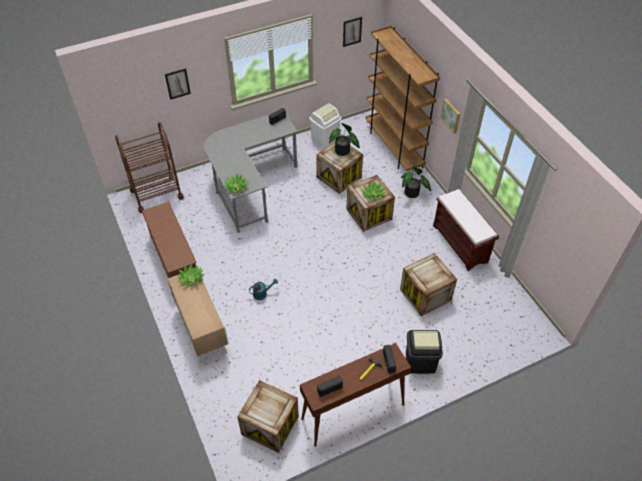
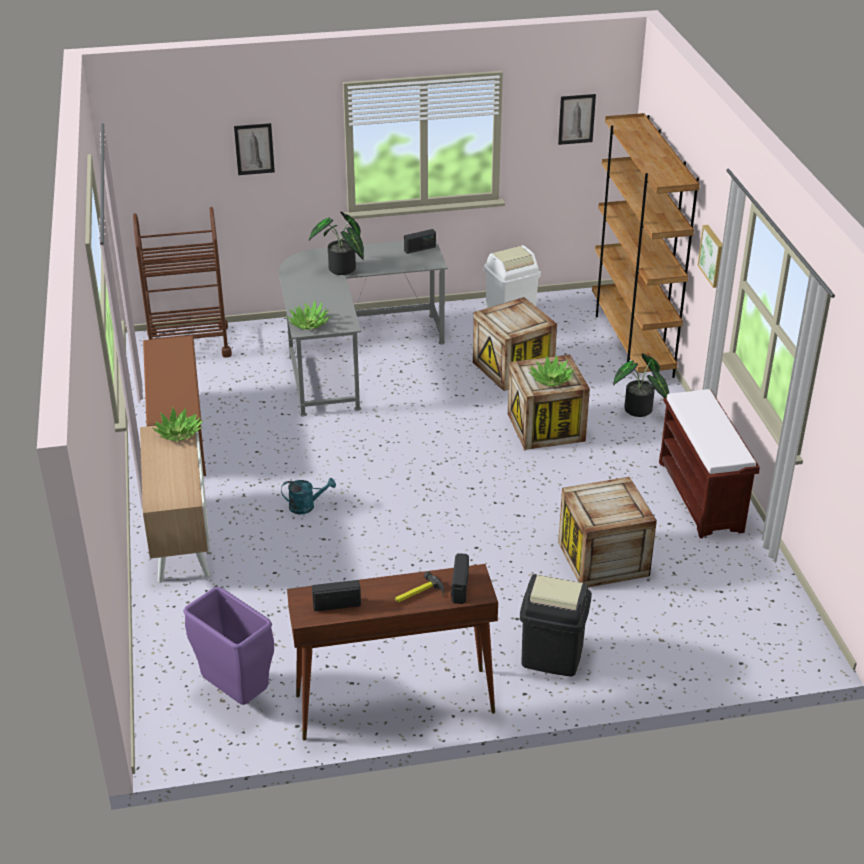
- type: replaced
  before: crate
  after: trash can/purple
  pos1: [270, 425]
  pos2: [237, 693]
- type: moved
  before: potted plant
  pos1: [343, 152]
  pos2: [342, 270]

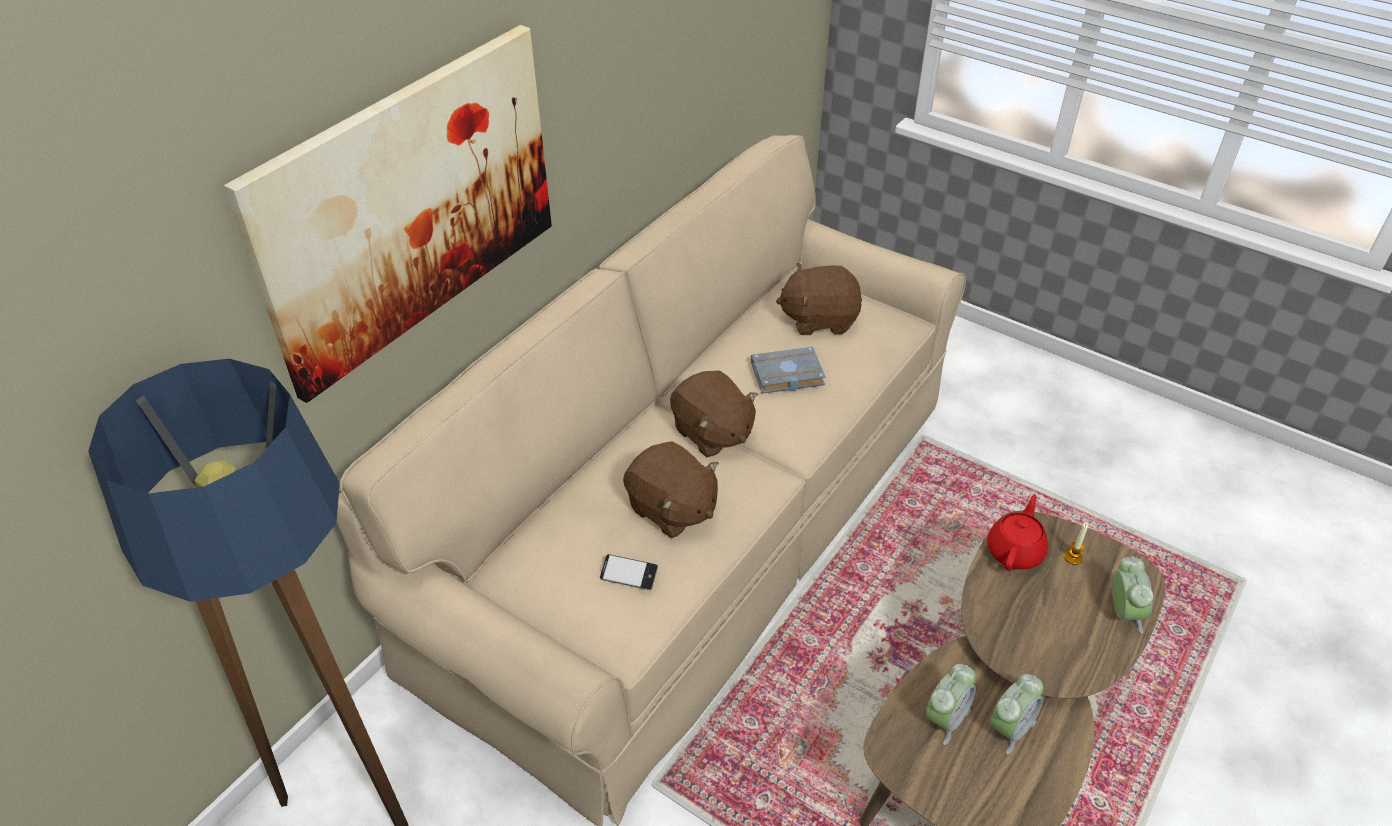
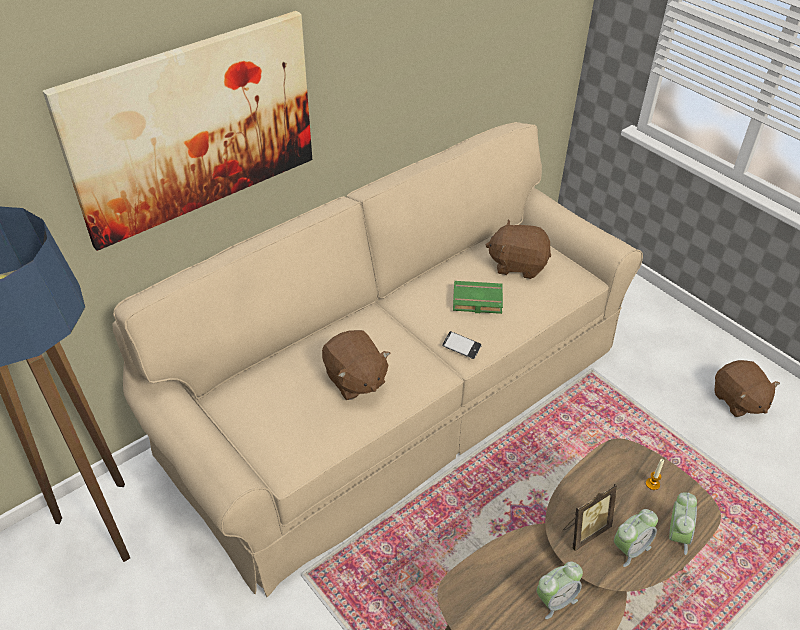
- type: moved
  before: phone
  pos1: [629, 575]
  pos2: [461, 347]
- type: recoloured
  before: book/grey
  after: book/green
  pos1: [786, 376]
  pos2: [476, 301]
- type: added
  after: picture frame
  pos2: [584, 531]
- type: moved
  before: alarm clock
  pos1: [945, 719]
  pos2: [630, 549]
- type: moved
  before: plush toy/brown
  pos1: [712, 433]
  pos2: [738, 401]
- type: removed
  before: teapot/red
  pos1: [1015, 551]

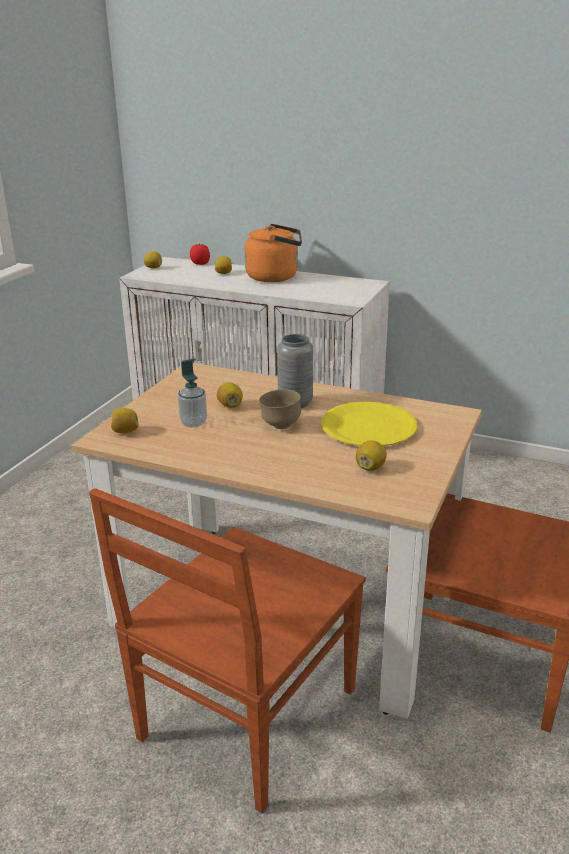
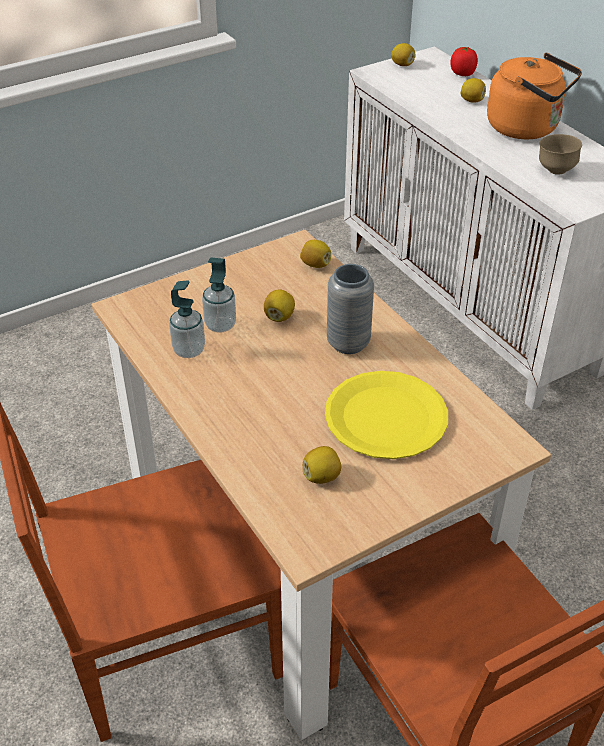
- type: added
  after: soap dispenser
  pos2: [189, 350]
- type: moved
  before: lemon
  pos1: [125, 432]
  pos2: [315, 264]
- type: moved
  before: bowl/brown
  pos1: [280, 426]
  pos2: [555, 170]

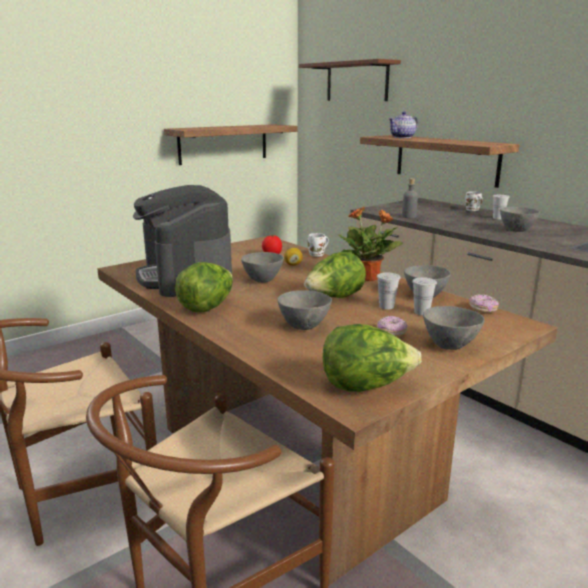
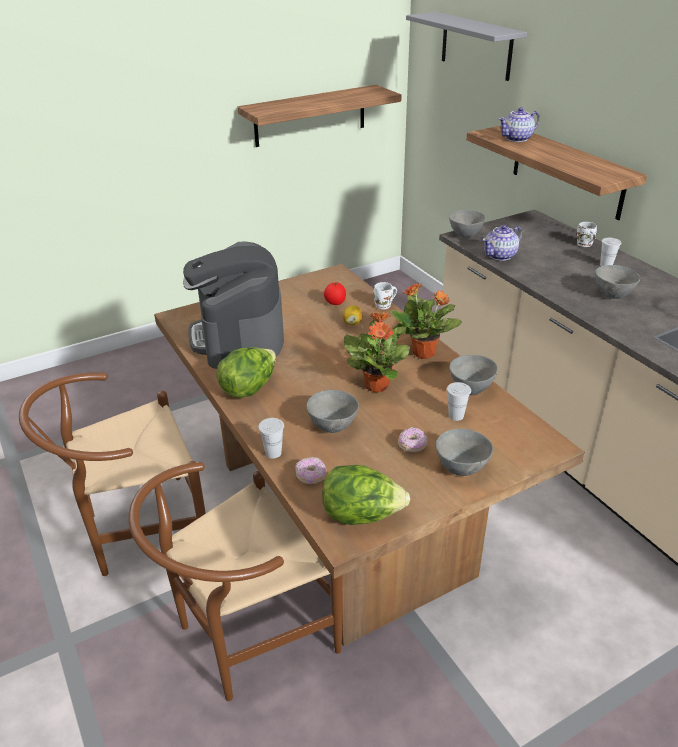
- type: moved
  before: cup/white
  pos1: [386, 306]
  pos2: [273, 453]
- type: moved
  before: donut
  pos1: [483, 310]
  pos2: [311, 476]
- type: replaced
  before: lettuce
  after: potted plant
  pos1: [334, 298]
  pos2: [376, 385]
- type: recoloured
  before: shelf/brown
  after: shelf/grey
  pos1: [356, 82]
  pos2: [476, 46]
- type: moved
  before: bowl/grey
  pos1: [263, 280]
  pos2: [465, 236]
- type: replaced
  before: bottle/grey
  after: teapot
  pos1: [409, 216]
  pos2: [500, 255]

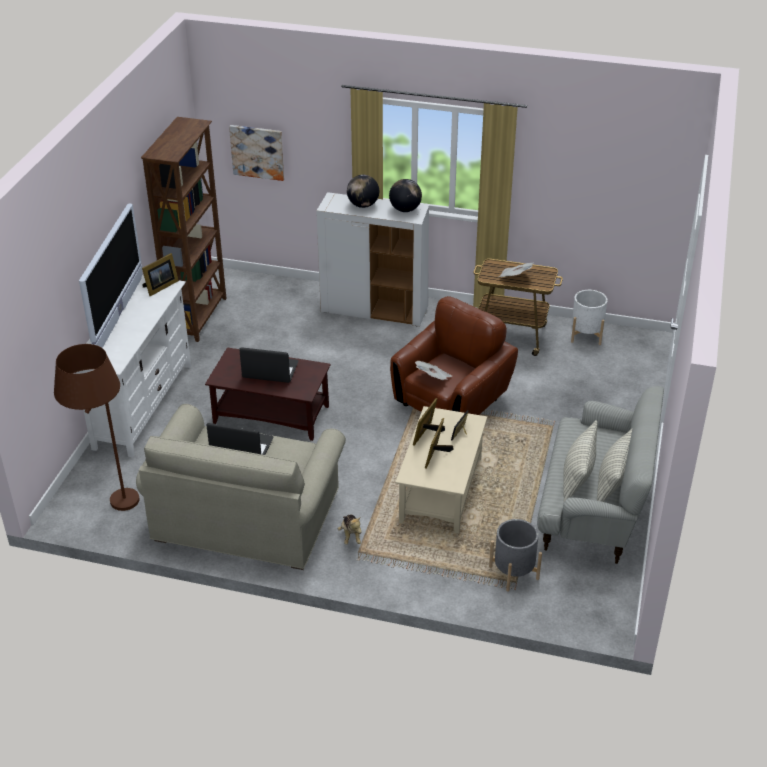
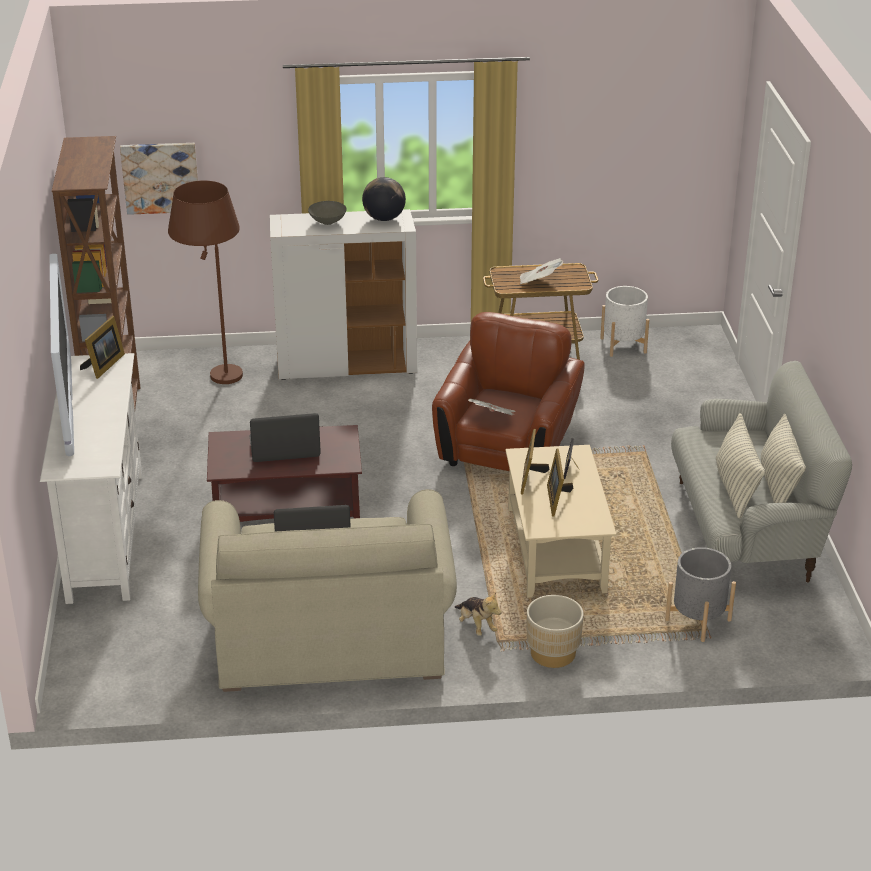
- type: moved
  before: floor lamp/brown
  pos1: [111, 508]
  pos2: [217, 384]
- type: replaced
  before: globe
  after: bowl/grey
  pos1: [363, 205]
  pos2: [327, 222]
- type: added
  after: planter/beige
  pos2: [552, 653]

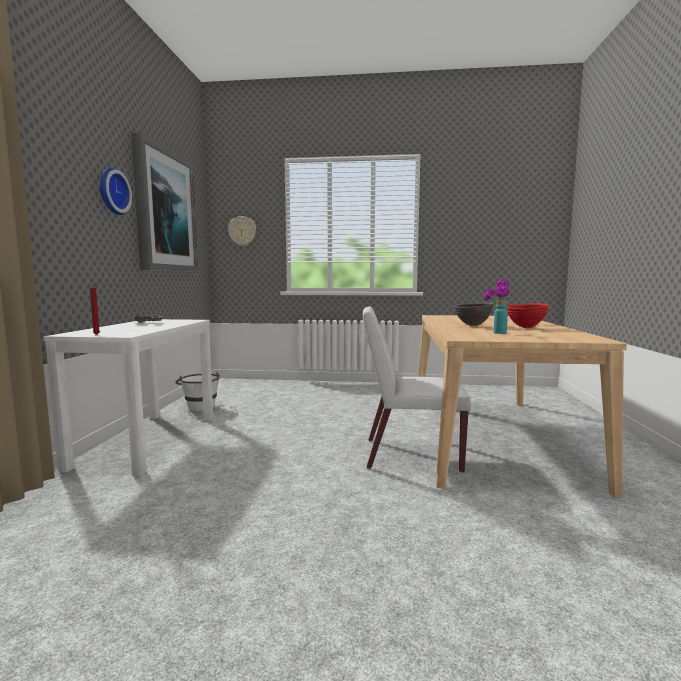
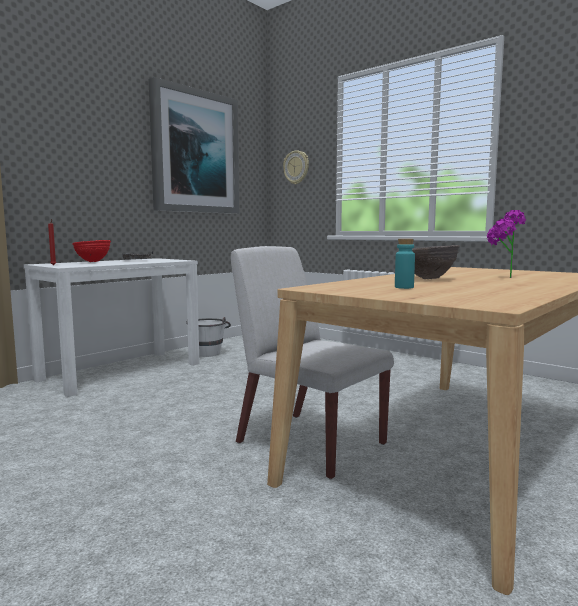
- type: moved
  before: bowl/red
  pos1: [525, 327]
  pos2: [93, 262]
- type: removed
  before: wall clock
  pos1: [112, 191]

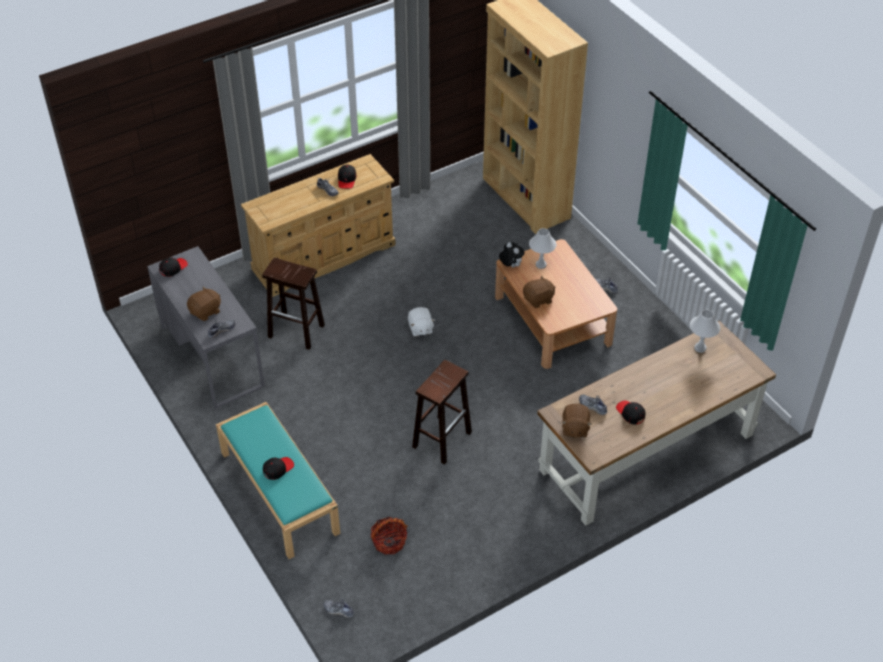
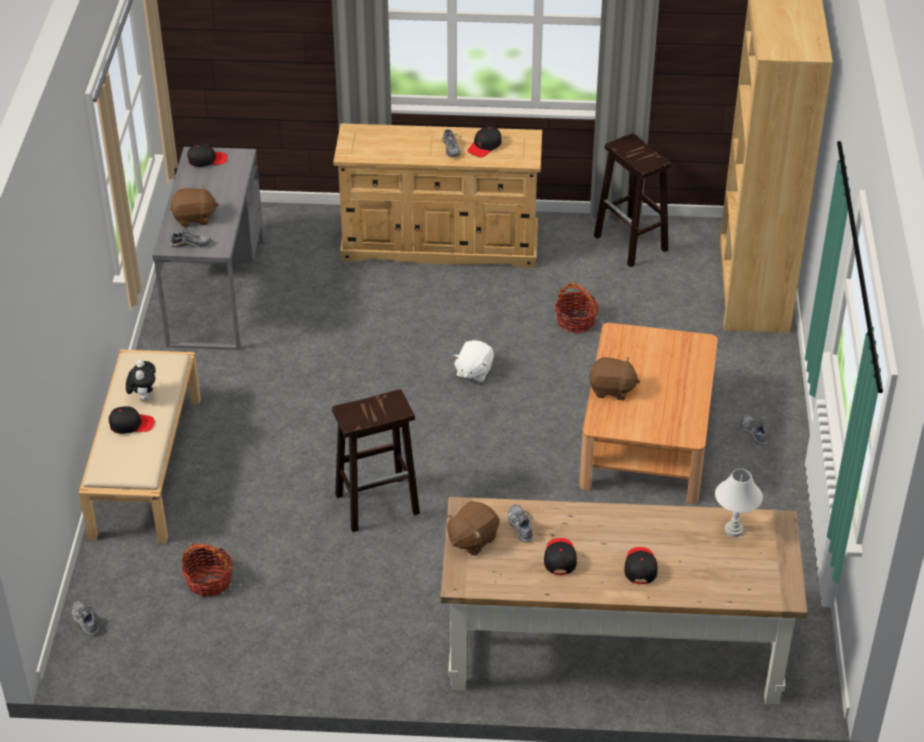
- type: recoloured
  before: bench/turquoise
  after: bench/beige
  pos1: [278, 492]
  pos2: [145, 465]
- type: moved
  before: plush toy
  pos1: [510, 265]
  pos2: [143, 397]
- type: added
  after: basket
  pos2: [576, 321]
- type: moved
  before: stool/brown
  pos1: [297, 331]
  pos2: [631, 244]
- type: added
  after: cap/black
  pos2: [640, 567]
- type: removed
  before: table lamp/white
  pos1: [541, 265]

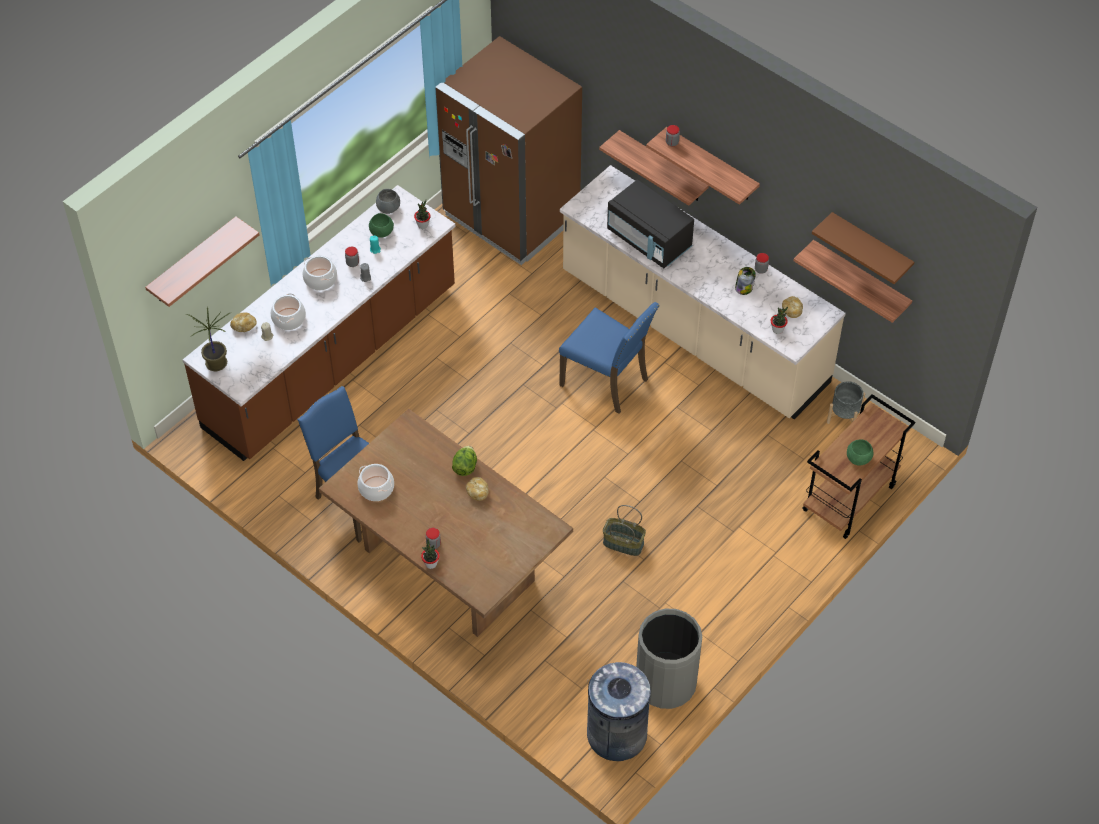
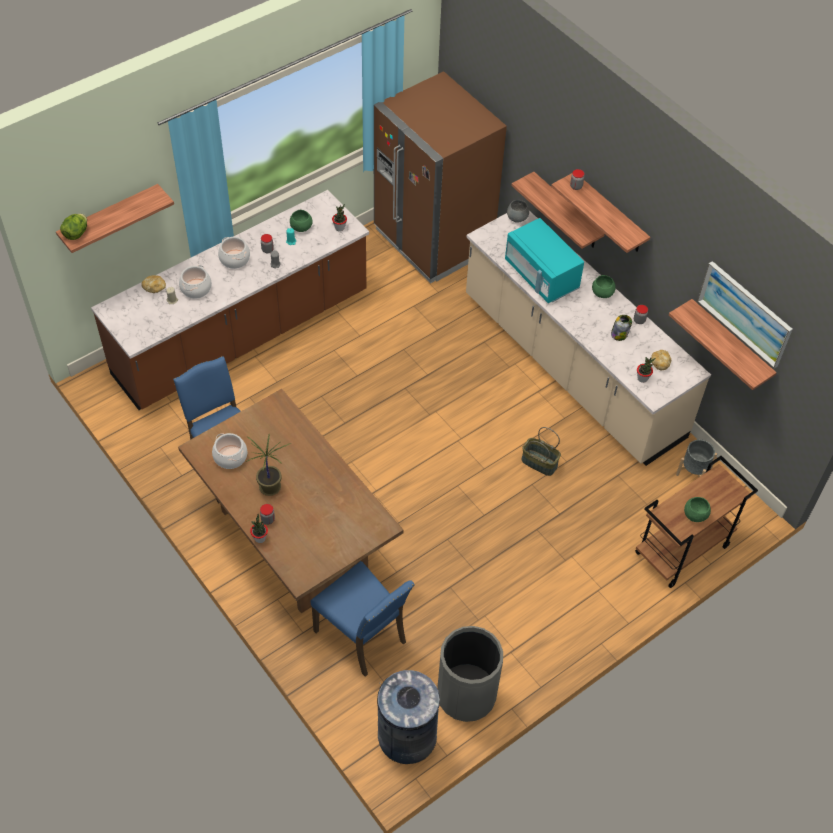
- type: moved
  before: lettuce
  pos1: [465, 467]
  pos2: [76, 234]
- type: moved
  before: potted plant
  pos1: [216, 363]
  pos2: [269, 487]
- type: moved
  before: chair/blue
  pos1: [606, 381]
  pos2: [363, 636]
- type: recoloured
  before: microwave/black
  after: microwave/turquoise
  pos1: [649, 240]
  pos2: [541, 276]
- type: moved
  before: bowl/grey
  pos1: [389, 208]
  pos2: [517, 218]
- type: moved
  before: basket
  pos1: [622, 544]
  pos2: [538, 463]
- type: added
  after: bowl/green
  pos2: [602, 293]
- type: replaced
  before: shelf/brown
  after: picture
  pos1: [870, 247]
  pos2: [745, 313]
- type: removed
  before: bread
  pos1: [477, 492]

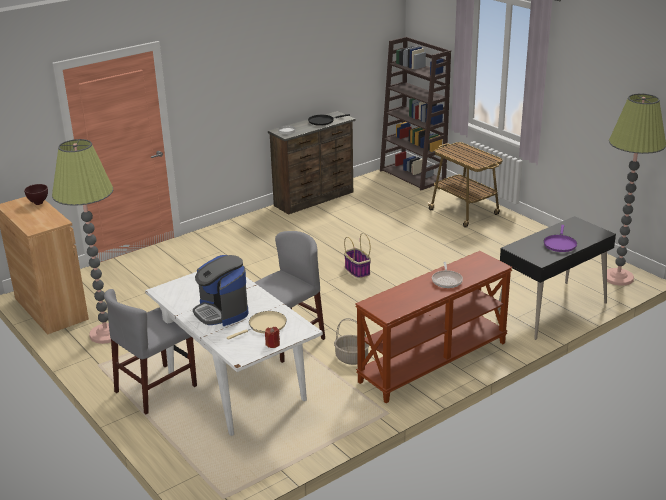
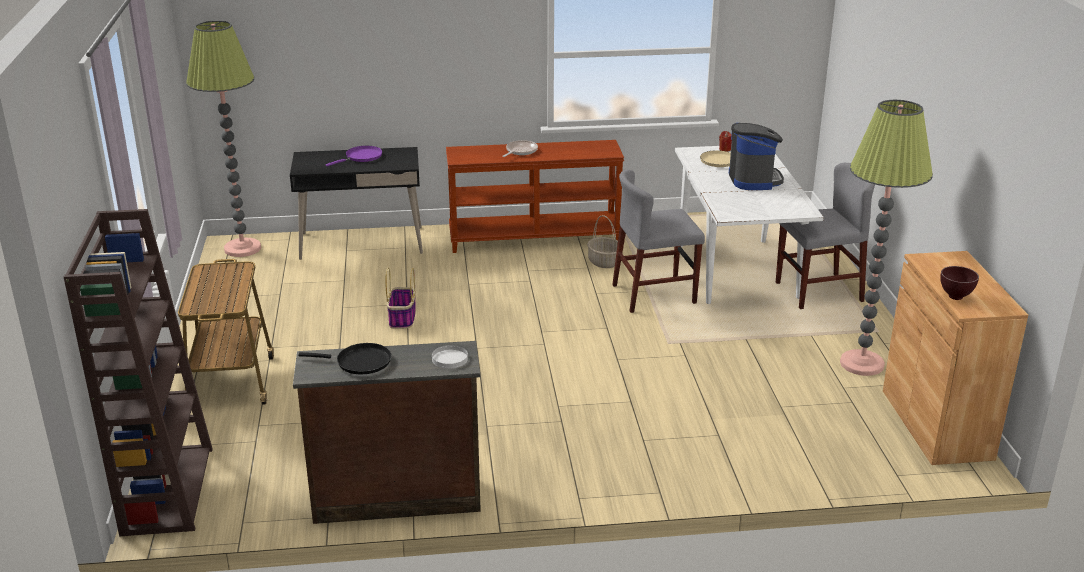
- type: moved
  before: basket
  pos1: [357, 270]
  pos2: [402, 319]

